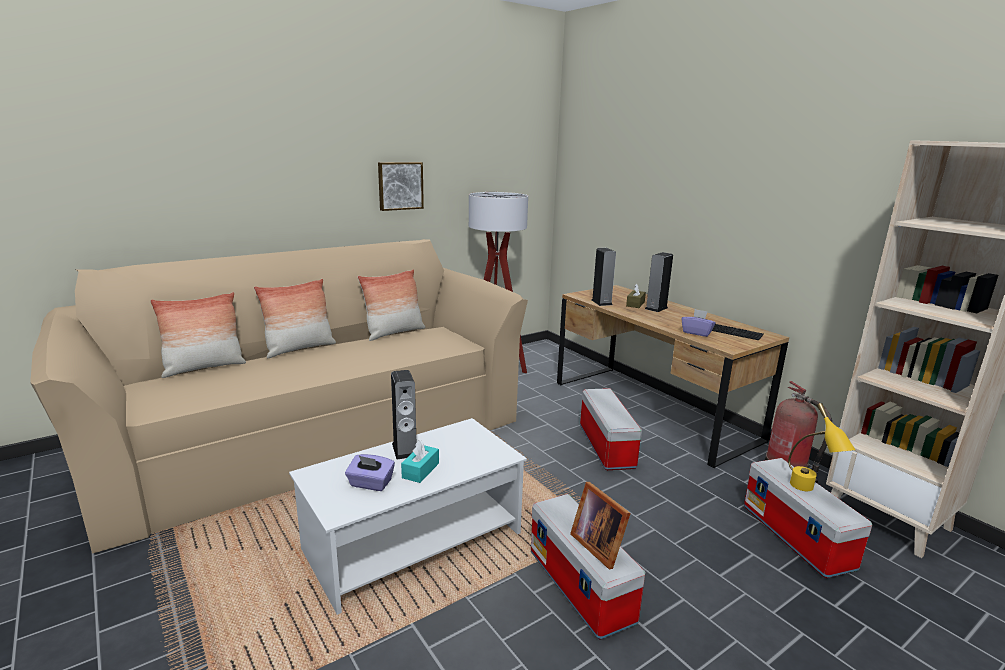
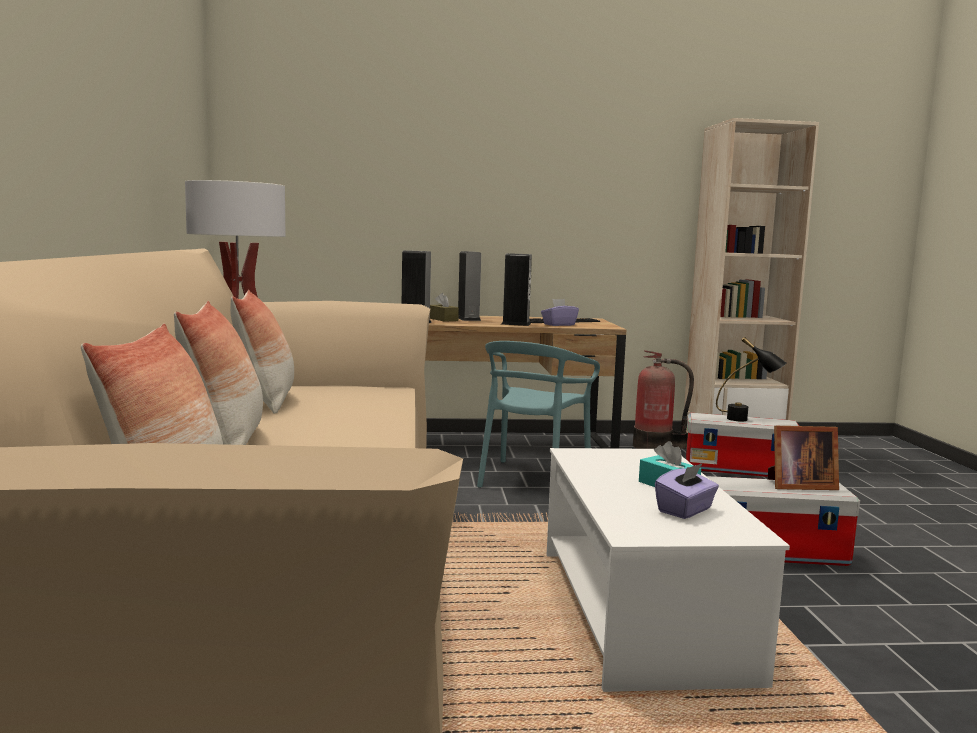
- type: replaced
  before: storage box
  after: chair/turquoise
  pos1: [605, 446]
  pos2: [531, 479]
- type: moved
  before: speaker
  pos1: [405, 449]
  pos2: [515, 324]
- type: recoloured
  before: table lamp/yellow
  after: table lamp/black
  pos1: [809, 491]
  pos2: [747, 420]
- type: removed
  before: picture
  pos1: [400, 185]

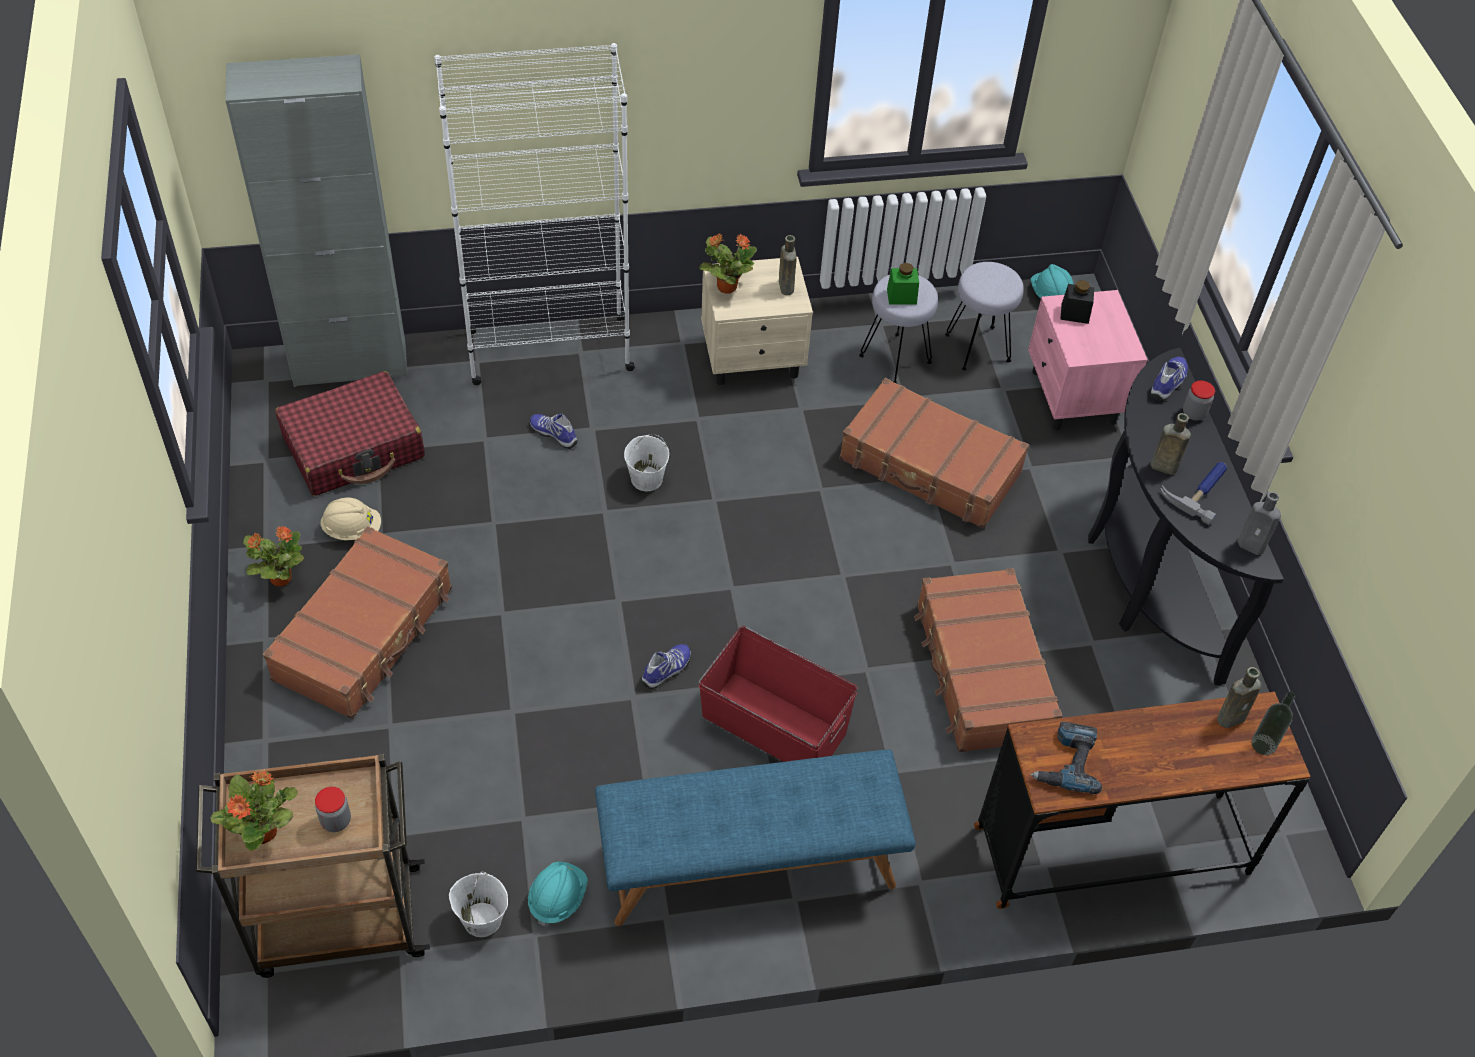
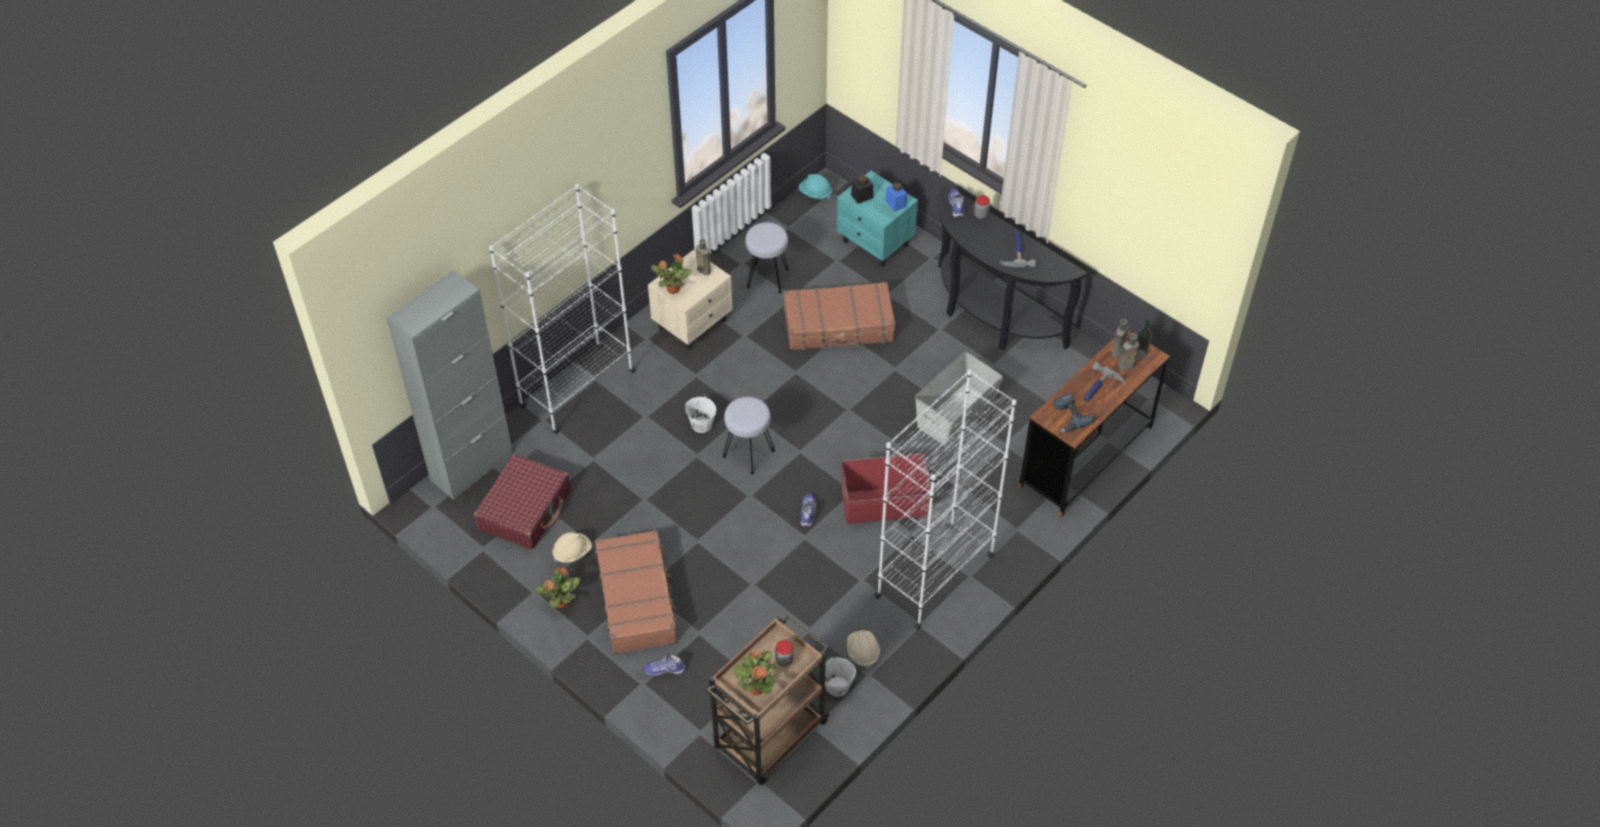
- type: moved
  before: shoe
  pos1: [554, 434]
  pos2: [664, 669]
- type: moved
  before: stool/grey
  pos1: [977, 347]
  pos2: [748, 453]
- type: recoloured
  before: nightstand/pink
  after: nightstand/turquoise
  pos1: [1073, 397]
  pos2: [876, 243]
- type: recoloured
  before: hard hat/turquoise
  after: hard hat/beige
  pos1: [557, 898]
  pos2: [862, 652]
- type: replaced
  before: bench/blue
  after: bookcase/white
  pos1: [749, 865]
  pos2: [935, 576]
- type: added
  after: jar/blue
  pos2: [896, 203]
- type: replaced
  before: suitcase/brown
  after: storage box/grey
  pos1: [981, 672]
  pos2: [956, 413]
- type: added
  after: hammer
  pos2: [1099, 388]
- type: moved
  before: bottle/brown
  pos1: [1161, 466]
  pos2: [1125, 366]
- type: removed
  before: jar/green
  pos1: [901, 296]
- type: removed
  before: bottle/grey
  pos1: [1253, 546]

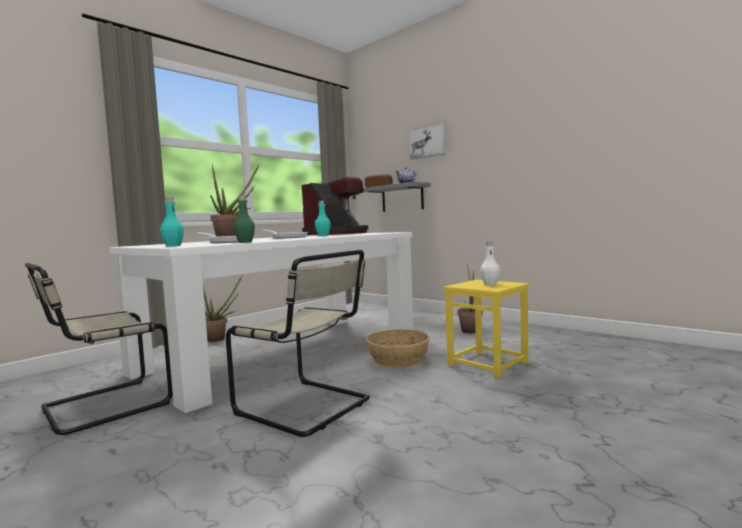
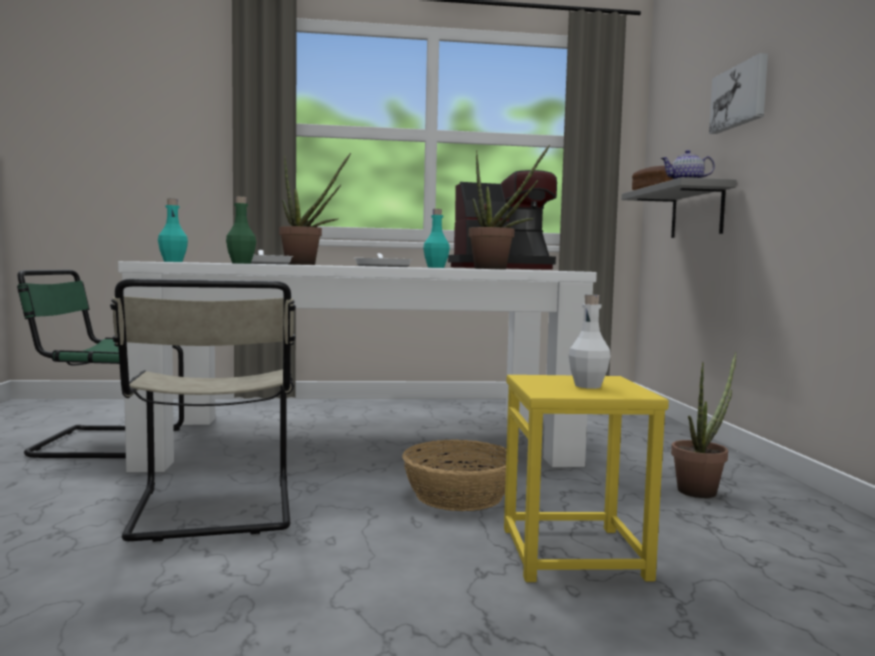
- type: recoloured
  before: chair/beige
  after: chair/green
  pos1: [101, 407]
  pos2: [103, 443]
- type: moved
  before: potted plant
  pos1: [220, 339]
  pos2: [497, 269]

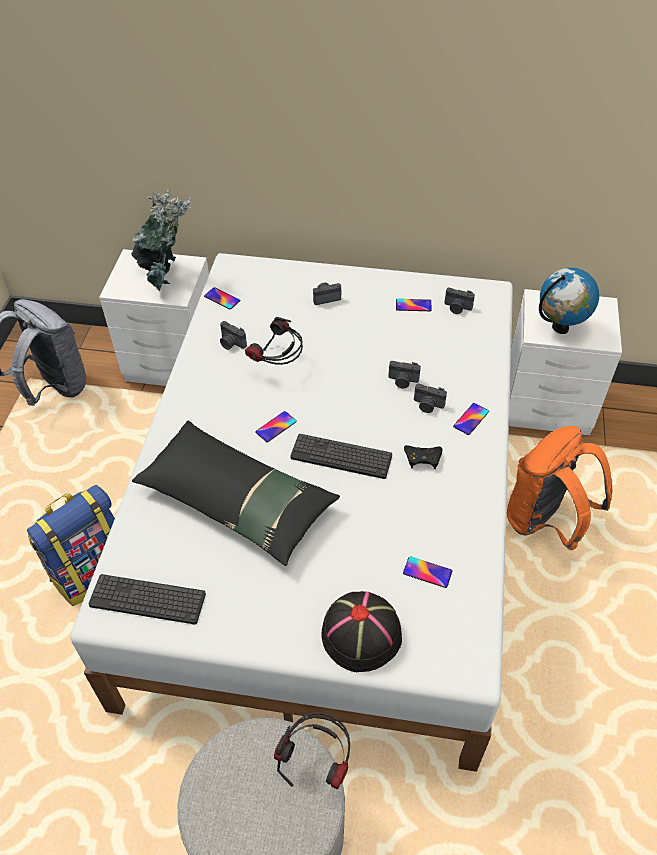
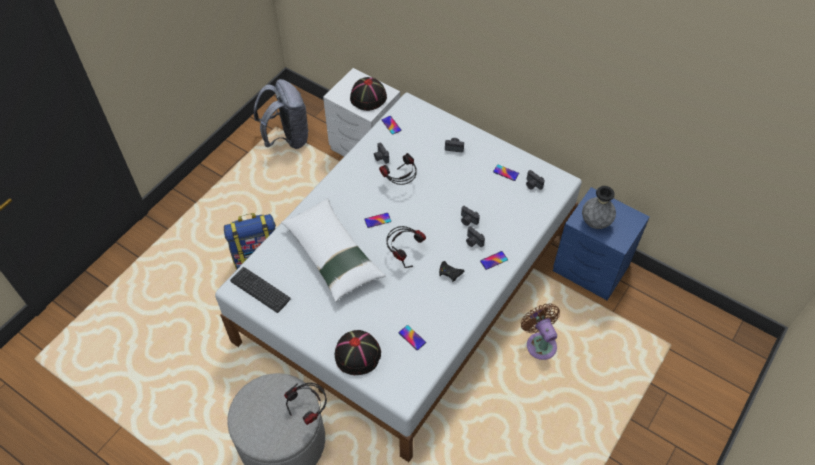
- type: recoloured
  before: pillow/black
  after: pillow/white
  pos1: [236, 500]
  pos2: [332, 255]
- type: replaced
  before: potted plant
  after: hat/black
  pos1: [166, 278]
  pos2: [368, 97]
- type: replaced
  before: keyboard
  after: headphones
  pos1: [341, 457]
  pos2: [404, 253]
- type: replaced
  before: backpack/orange
  after: fan/brown
  pos1: [545, 521]
  pos2: [539, 343]
- type: recoloured
  before: nightstand/white
  after: nightstand/blue
  pos1: [548, 406]
  pos2: [591, 270]
- type: replaced
  before: globe
  after: vase/grey
  pos1: [560, 328]
  pos2: [595, 223]

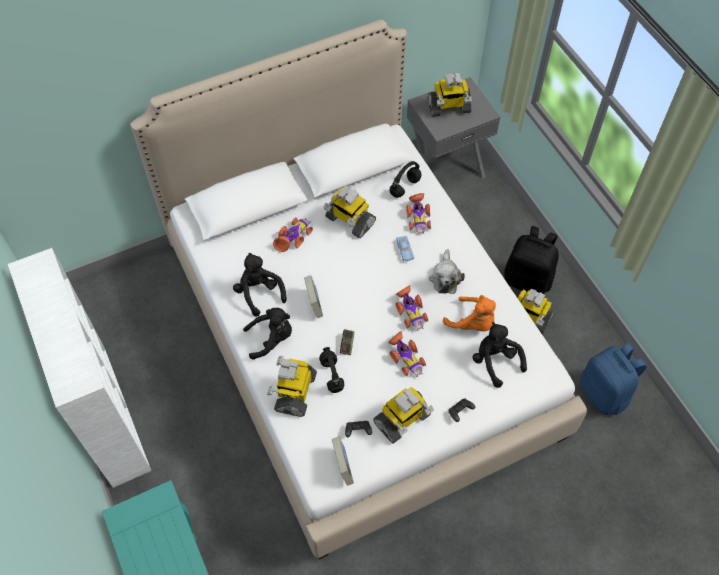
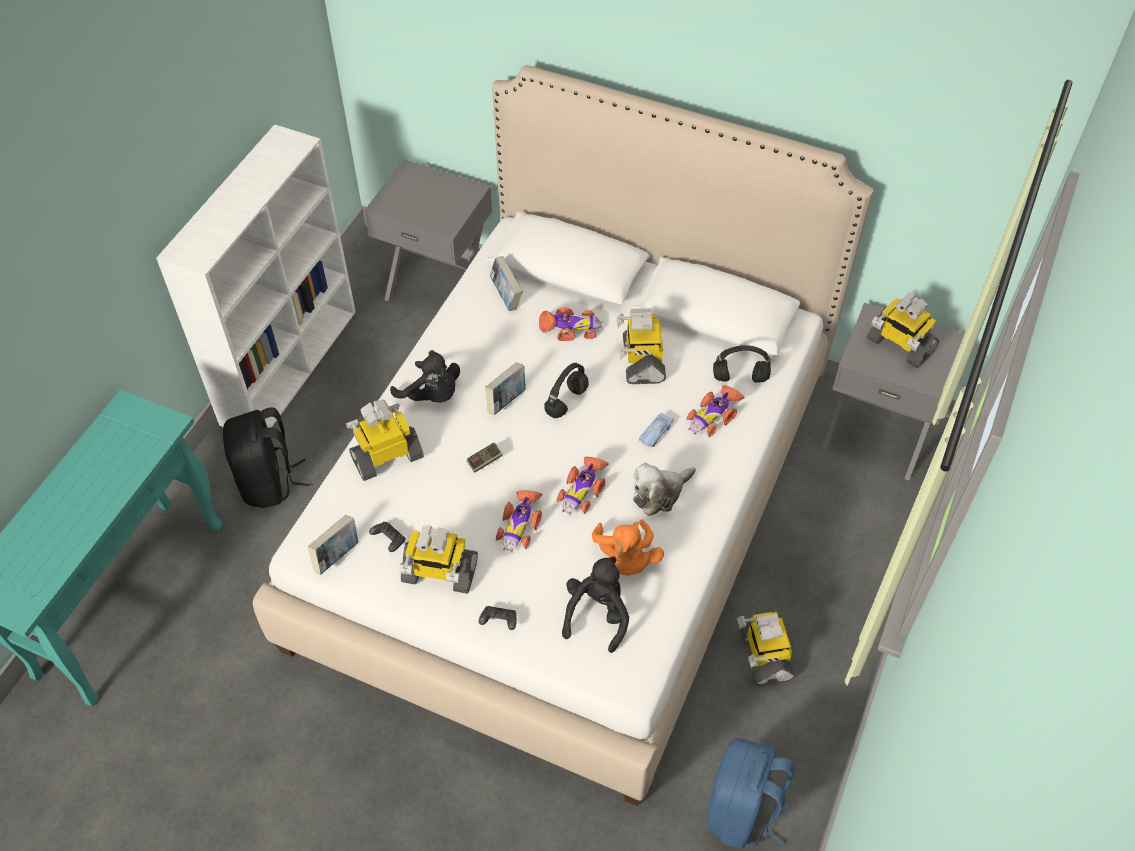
- type: moved
  before: backpack/black
  pos1: [528, 279]
  pos2: [269, 482]
- type: added
  after: nightstand/grey
  pos2: [439, 285]
- type: added
  after: book
  pos2: [506, 296]
- type: moved
  before: headphones/black
  pos1: [332, 376]
  pos2: [566, 402]
- type: removed
  before: plush toy/black
  pos1: [259, 293]

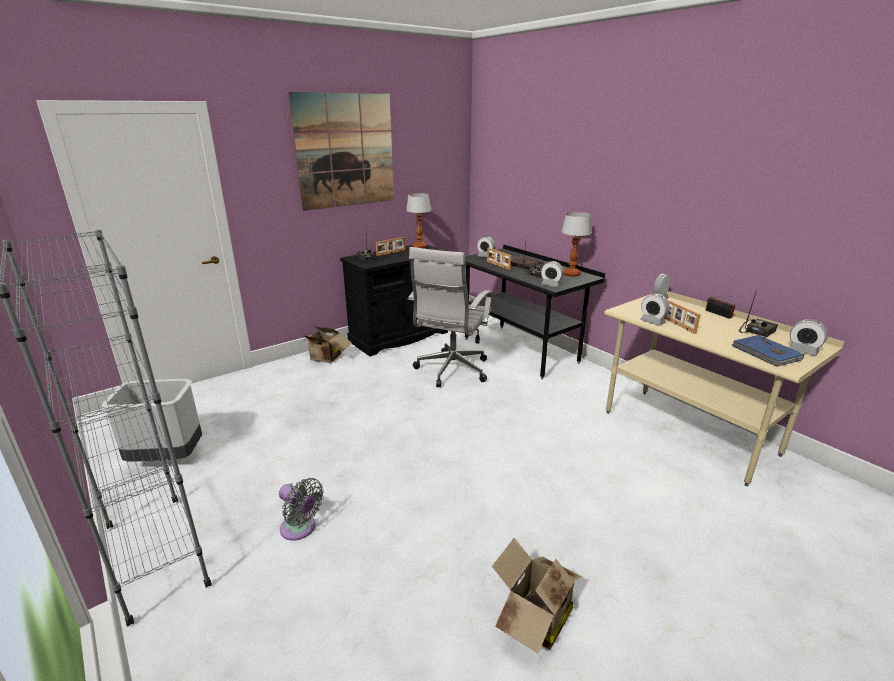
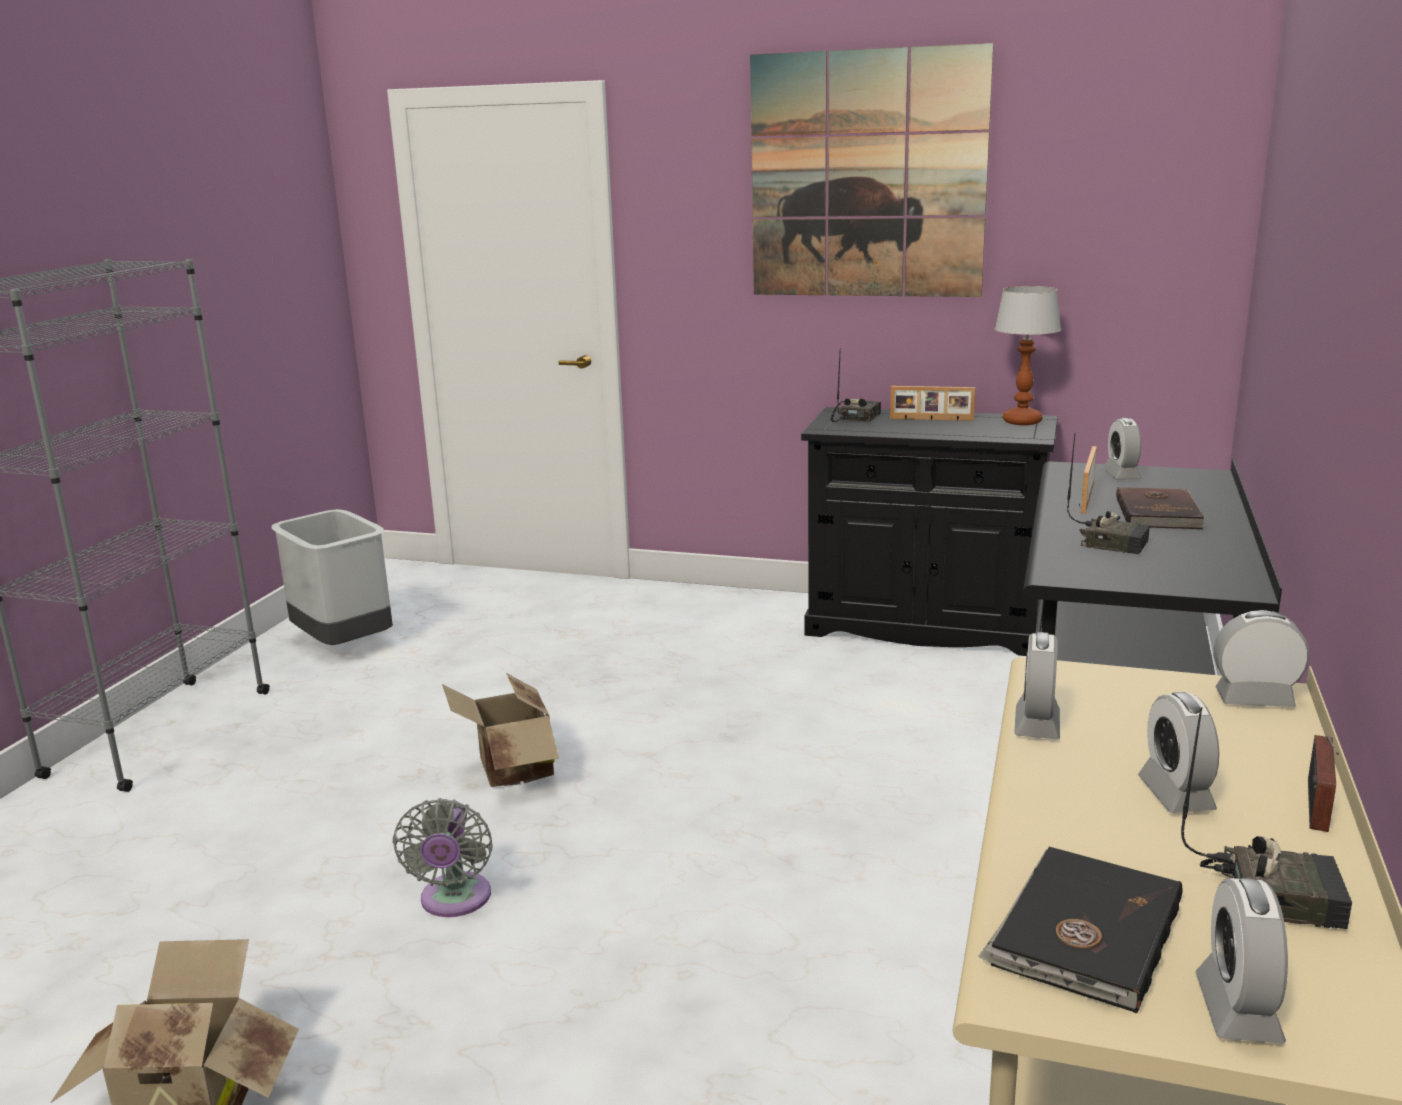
- type: moved
  before: fan/grey
  pos1: [300, 529]
  pos2: [454, 901]
- type: moved
  before: cardboard box
  pos1: [325, 359]
  pos2: [510, 771]
- type: recoloured
  before: book/blue
  after: book/black
  pos1: [766, 353]
  pos2: [1083, 933]
- type: moved
  before: alarm clock
  pos1: [551, 285]
  pos2: [1175, 794]
- type: removed
  before: office chair/white
  pos1: [451, 371]
- type: removed
  before: table lamp
  pos1: [572, 274]
- type: removed
  before: picture frame
  pos1: [676, 324]

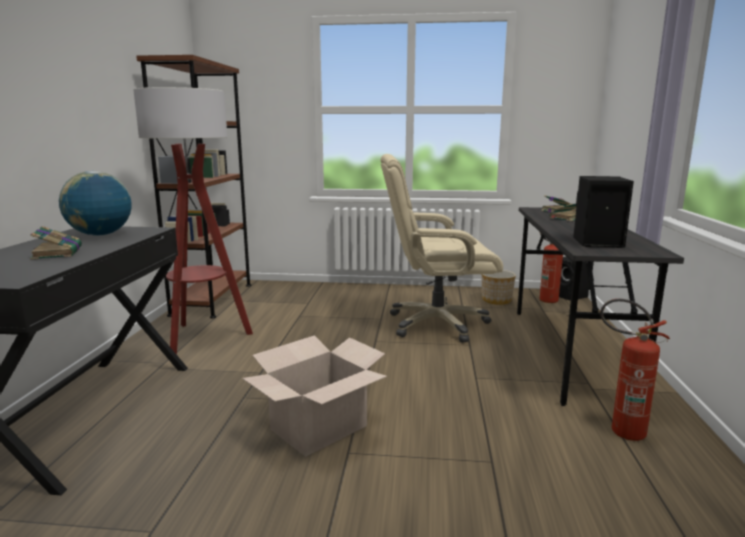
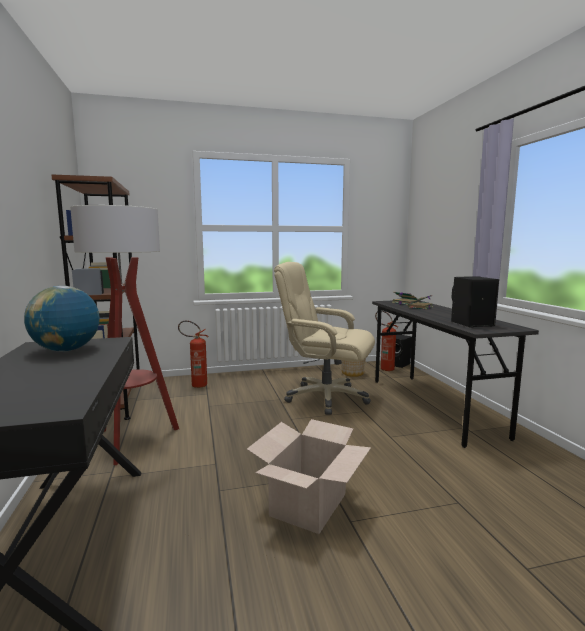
- type: moved
  before: fire extinguisher
  pos1: [619, 431]
  pos2: [195, 385]
- type: turned
  before: office chair/beige
  pos1: [436, 324]
  pos2: [325, 398]
  turn: 45
- type: removed
  before: book
  pos1: [57, 252]

